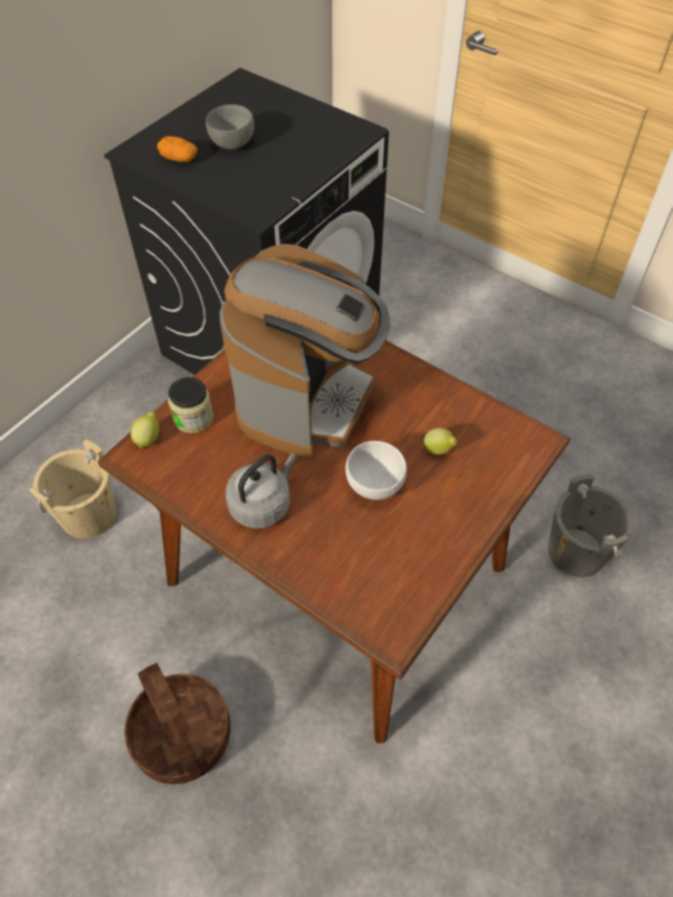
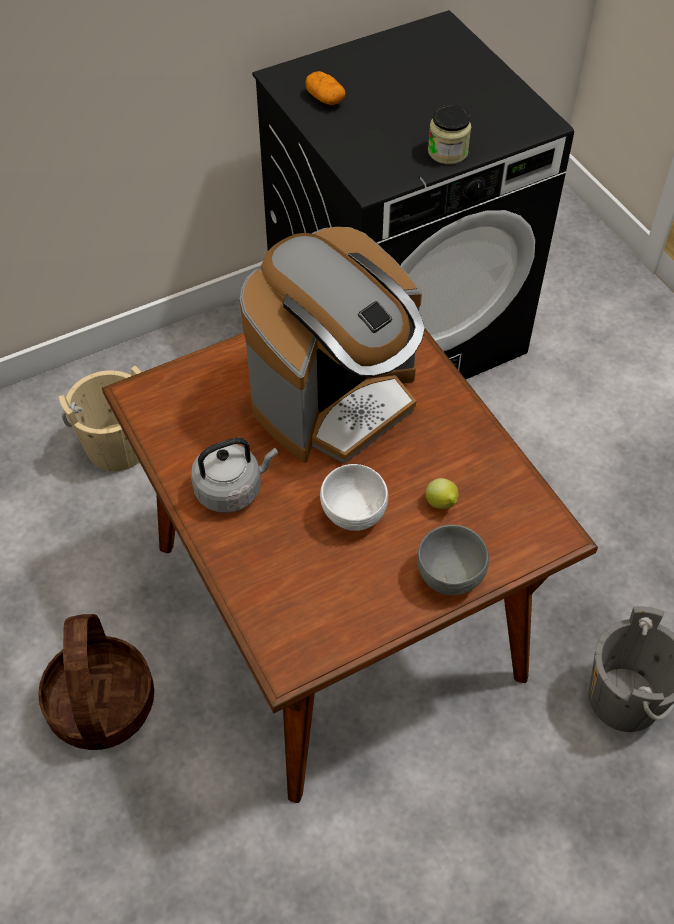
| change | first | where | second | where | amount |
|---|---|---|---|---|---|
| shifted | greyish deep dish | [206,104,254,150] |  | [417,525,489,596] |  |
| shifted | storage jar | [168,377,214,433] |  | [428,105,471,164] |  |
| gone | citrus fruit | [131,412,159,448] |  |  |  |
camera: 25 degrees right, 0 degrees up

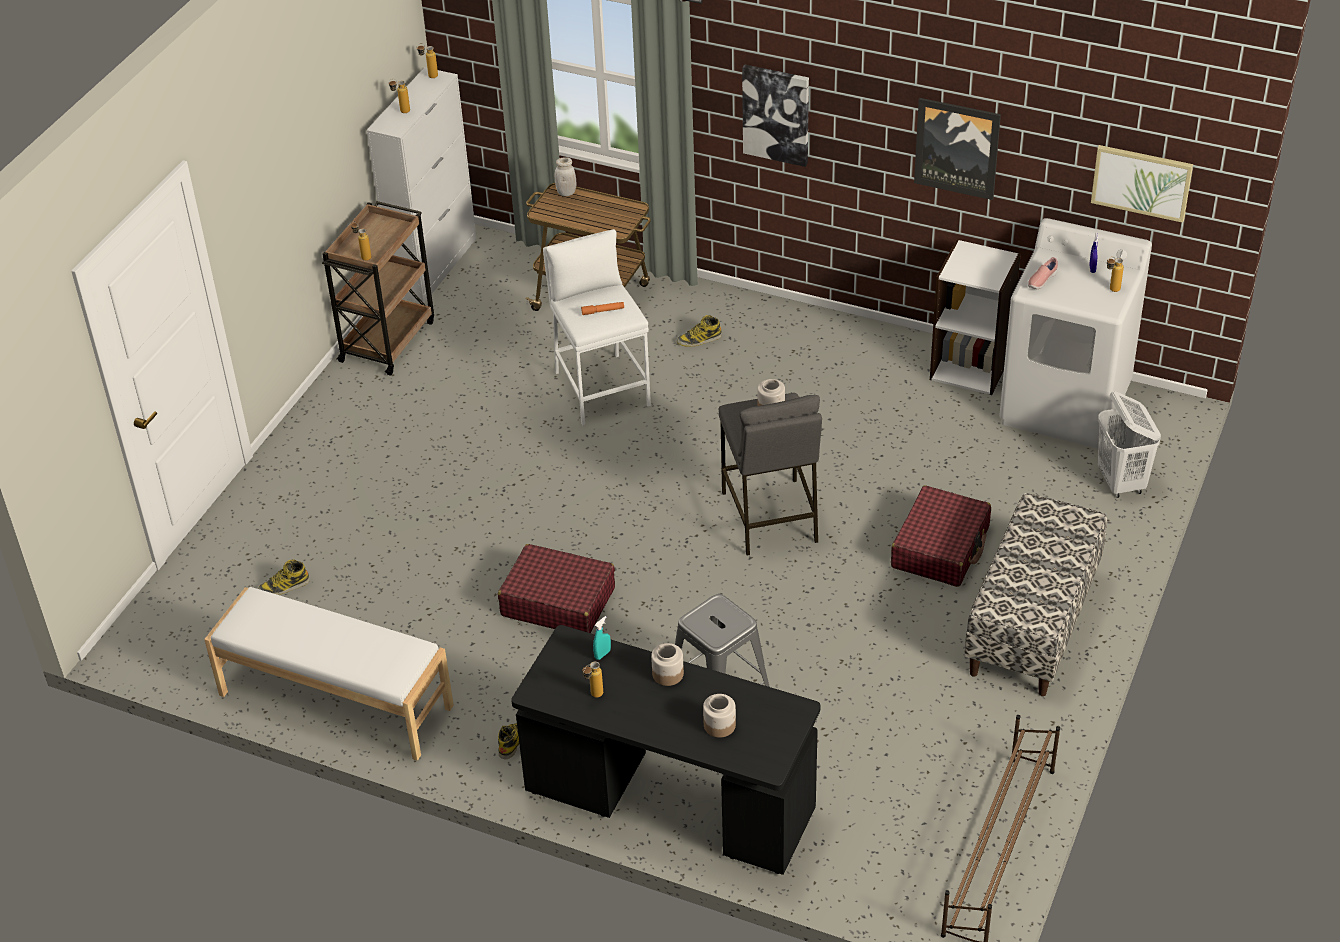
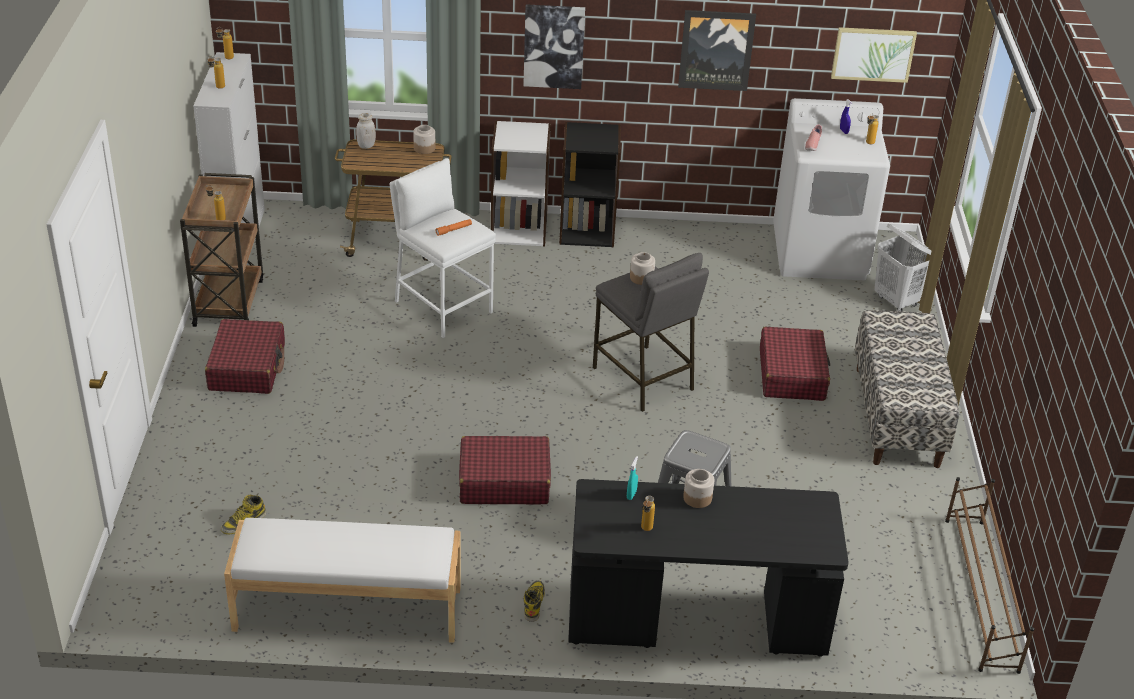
| change | first | where | second | where | amount |
|---|---|---|---|---|---|
| new |  |  | red suitcase | [205,319,285,394] |  |
| shifted | storage jar | [703,694,736,738] |  | [413,125,435,154] |  |
| shifted | white shelving unit | [930,239,1021,395] |  | [491,121,551,246] |  |
| new |  |  | black shelving unit | [559,122,621,247] |  |
| gone | tall boot | [677,315,722,347] |  |  |  |
camera: 25 degrees left, 5 degrees down

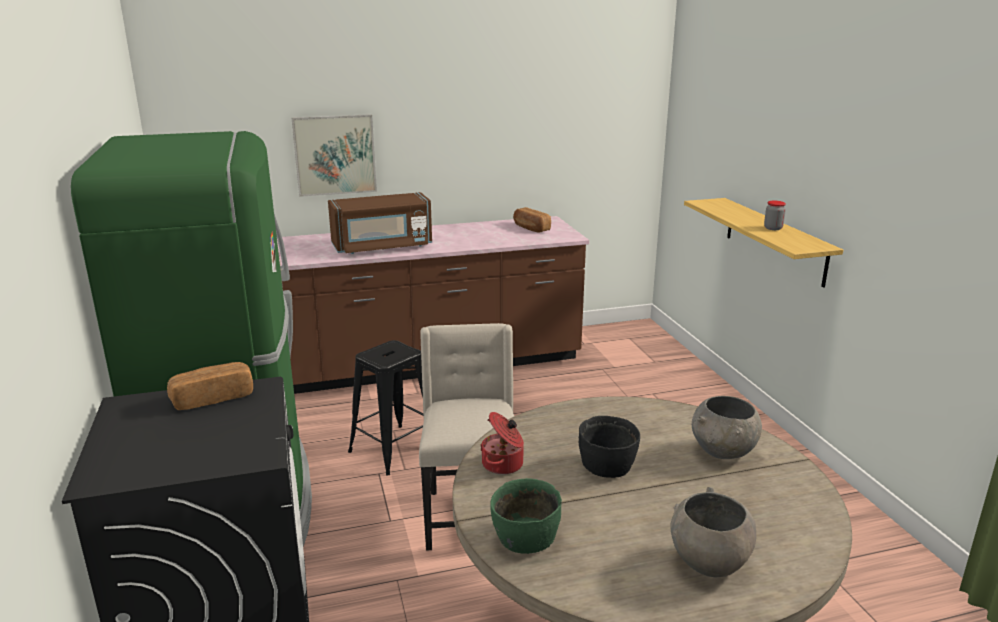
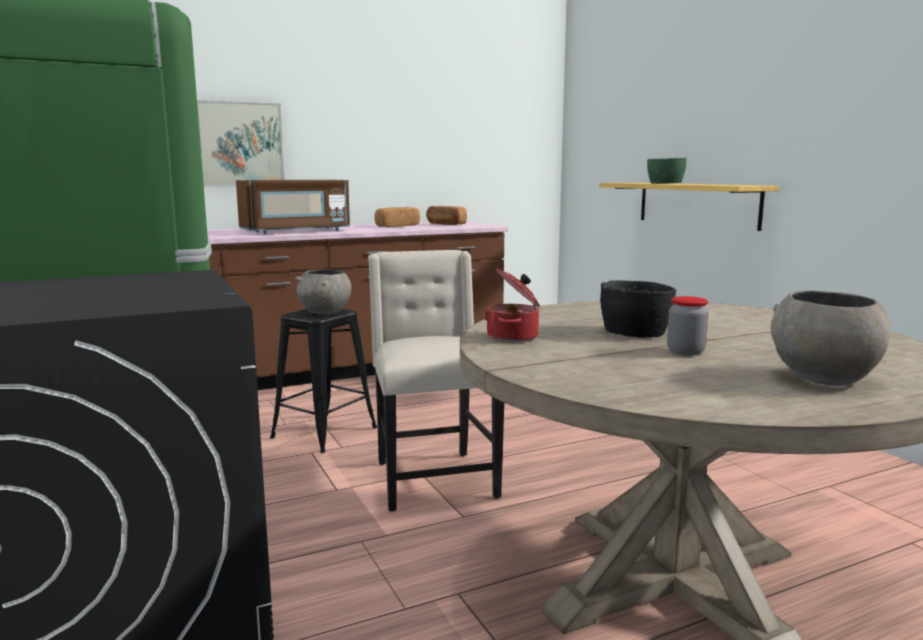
| change | first | where | second | where | amount |
|---|---|---|---|---|---|
| shifted | greyish deep dish | [692,396,762,459] |  | [295,270,351,314] |  |
| shifted | bread | [167,362,253,410] |  | [374,207,420,227] |  |
| shifted | greenish deep dish | [490,478,562,554] |  | [647,158,687,184] |  |
| shifted | storage jar | [764,201,786,230] |  | [667,296,709,356] |  |
camera: 10 degrees left, 10 degrees down

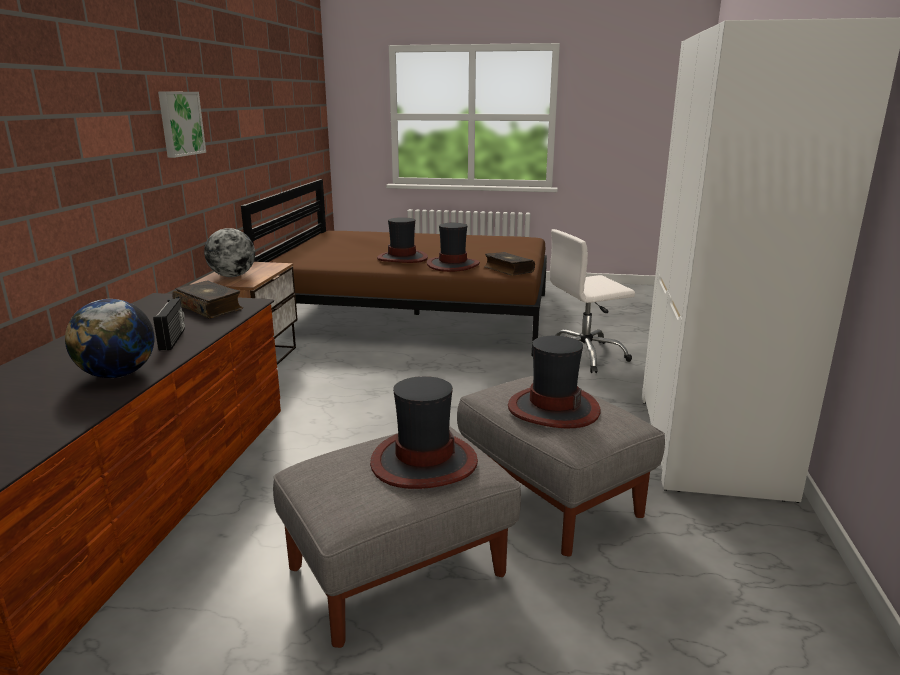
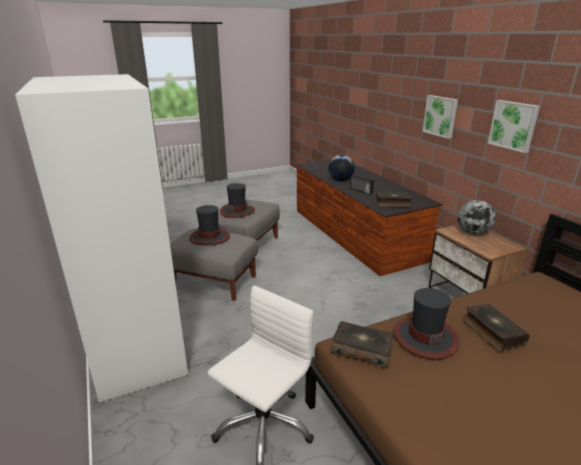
| change | first | where | second | where | amount |
|---|---|---|---|---|---|
| new |  |  | picture | [423,95,458,139] |  |
| swapped | hat | [377,217,428,263] | volume | [463,304,530,351] |  |
camera: 145 degrees right, 5 degrees up

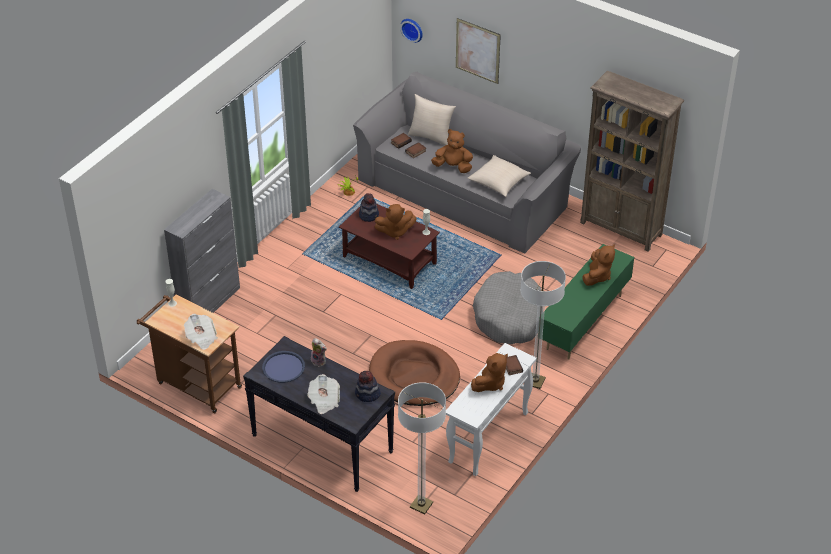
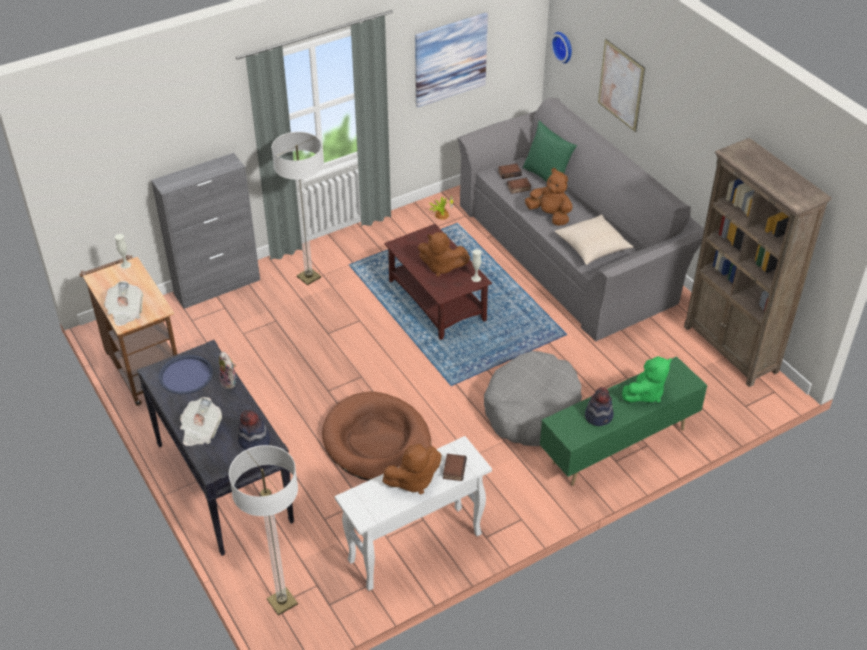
| change | first | where | second | where | amount |
|---|---|---|---|---|---|
| shifted | standard lamp | [520,261,566,389] |  | [272,132,323,285] |  |
| new |  |  | picture | [415,13,488,108] |  |
| repainted | beige pillow | [408,94,456,146] | greenish pillow | [523,120,577,182] |  |
| shifted | hat | [359,193,379,222] |  | [585,387,614,426] |  |
| repainted | brownish cuddly toy | [582,244,615,286] | greenish cuddly toy | [622,356,672,403] |  |
camera: 25 degrees right, 0 degrees up

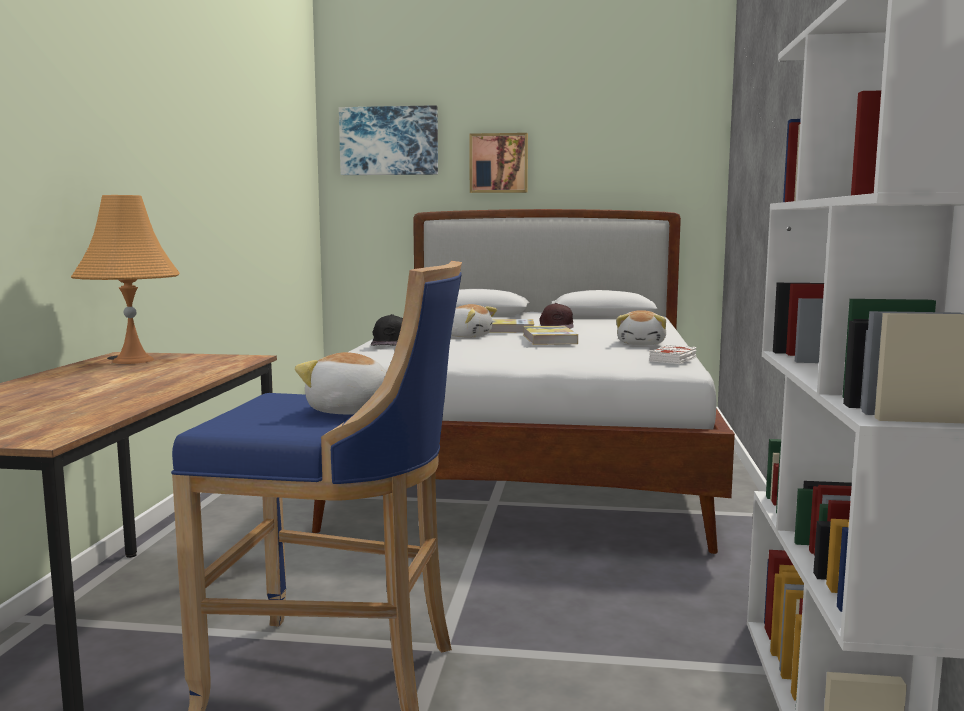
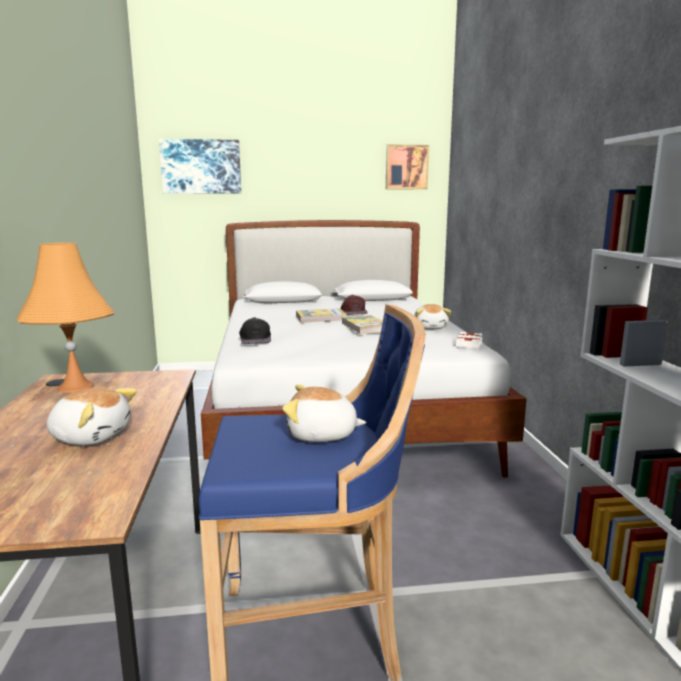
| change | first | where | second | where | amount |
|---|---|---|---|---|---|
| shifted | cuddly toy | [451,304,497,338] |  | [47,387,137,446] |  |
| shifted | picture | [470,133,528,193] |  | [386,144,429,189] |  |
camera: 15 degrees left, 5 degrees up

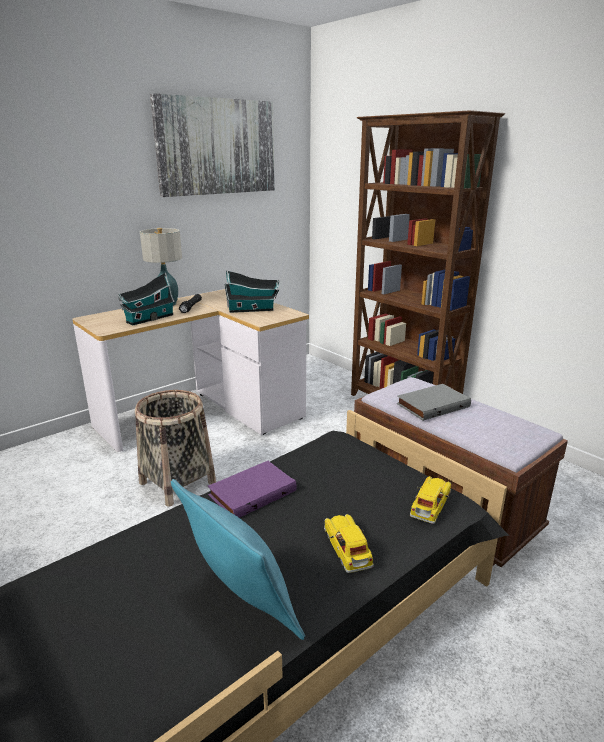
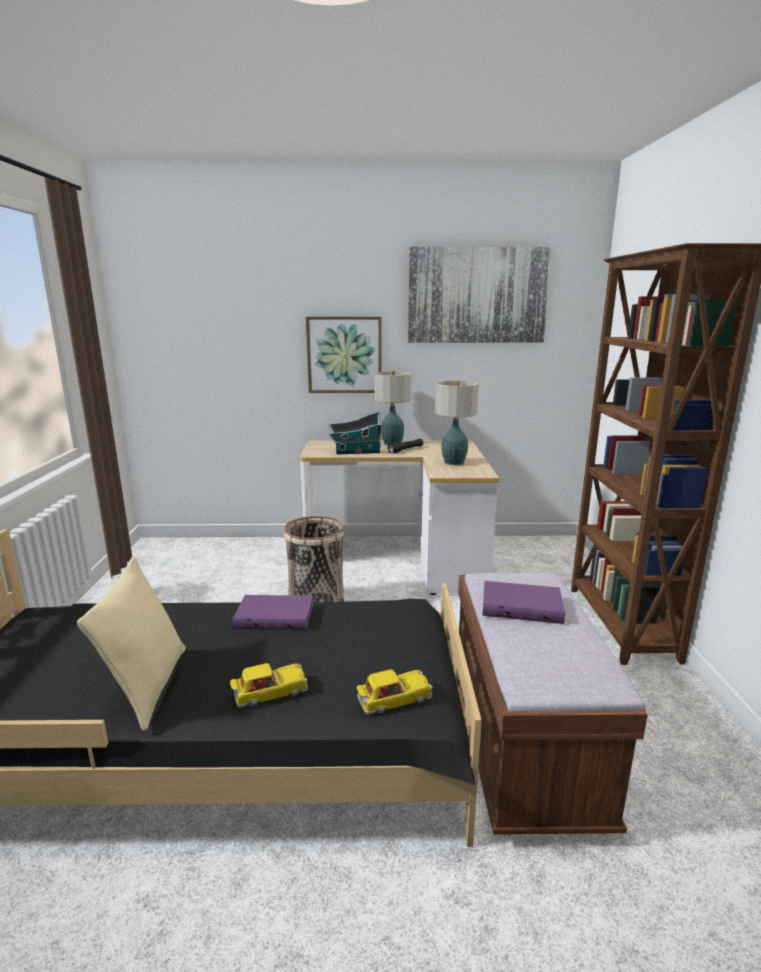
| change | first | where | second | where | amount |
|---|---|---|---|---|---|
| repainted | turquoise-coloured pillow | [171,479,305,640] | beige pillow | [77,556,186,731] |  |
| rotated | toy car | [324,514,373,573] |  | [230,663,308,707] | 45 degrees clockwise |
| new |  |  | picture | [306,317,381,393] |  |
| swapped | miniature house | [224,270,279,313] | tabletop lamp | [435,380,479,465] |  |
| repainted | greyish volume | [397,384,471,421] | purple-coloured volume | [483,581,565,624] |  |
camera: 40 degrees right, 5 degrees down

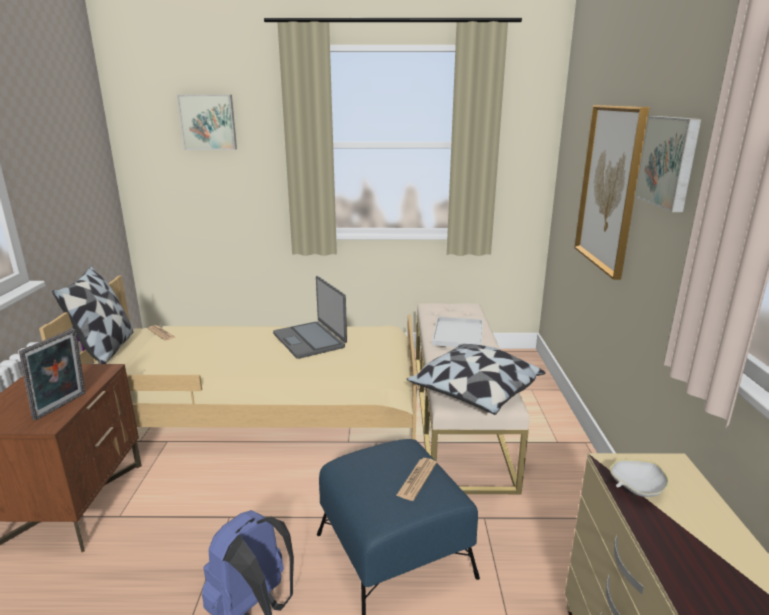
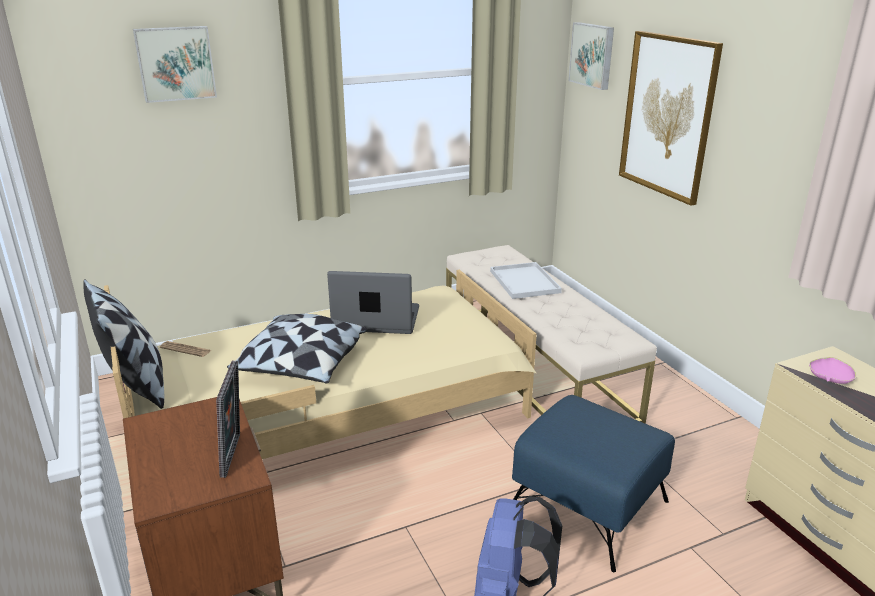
| change | first | where | second | where | amount |
|---|---|---|---|---|---|
| shifted | pillow | [407,344,545,415] |  | [227,314,368,383] |  |
| rotated | laptop | [273,276,347,359] |  | [327,271,419,334] | 150 degrees clockwise |
| shifted | picture | [635,116,701,212] |  | [569,22,614,90] |  |
| repainted | white deep dish | [610,459,669,497] | pink-coloured deep dish | [809,357,856,384] |  |
| gone | printed paper | [396,458,437,501] |  |  |  |
camera: 25 degrees left, 5 degrees up

